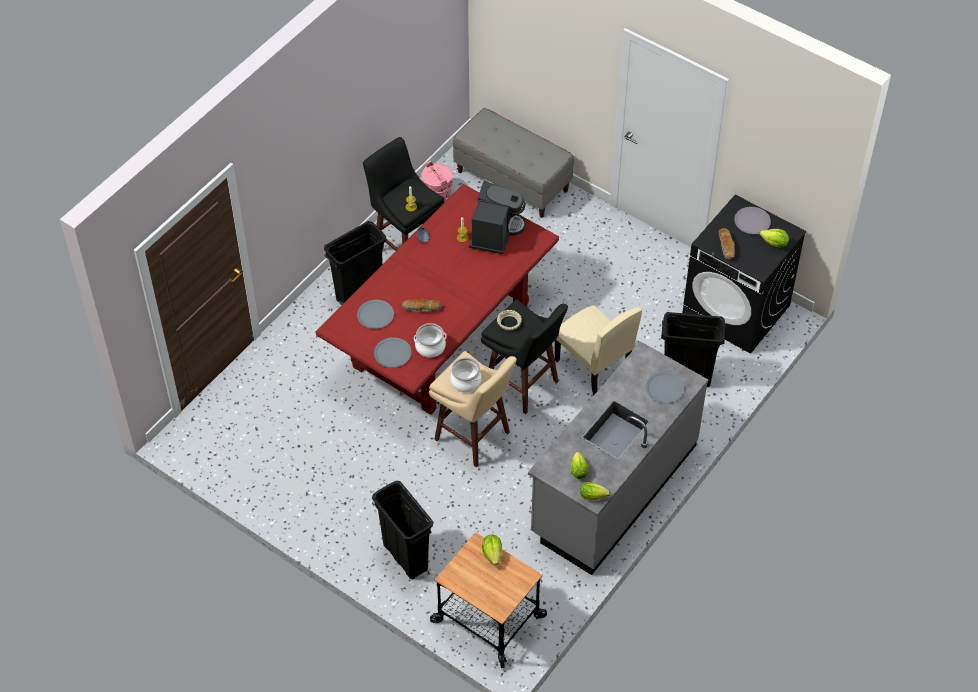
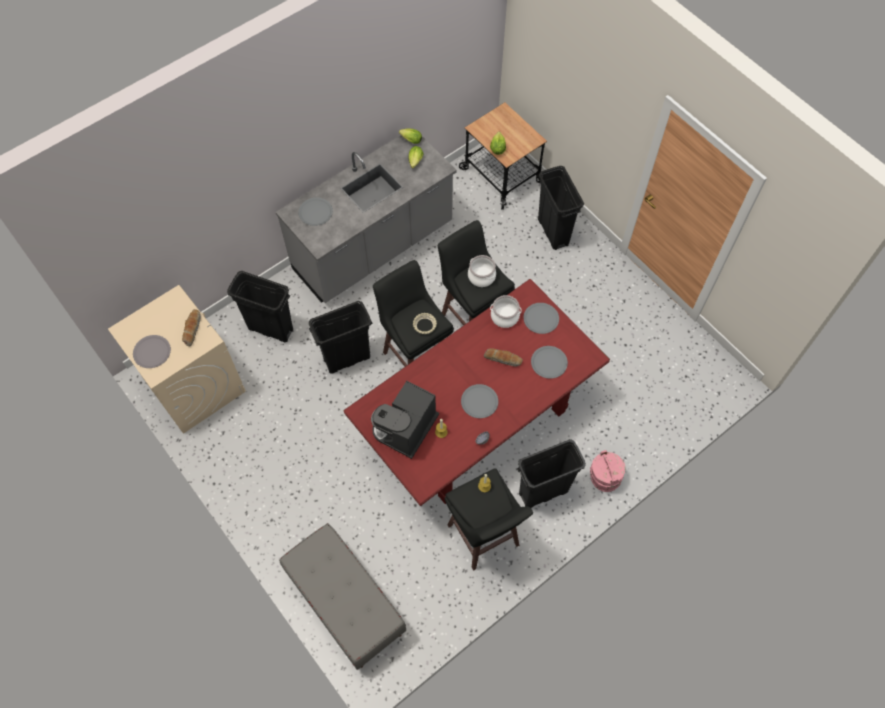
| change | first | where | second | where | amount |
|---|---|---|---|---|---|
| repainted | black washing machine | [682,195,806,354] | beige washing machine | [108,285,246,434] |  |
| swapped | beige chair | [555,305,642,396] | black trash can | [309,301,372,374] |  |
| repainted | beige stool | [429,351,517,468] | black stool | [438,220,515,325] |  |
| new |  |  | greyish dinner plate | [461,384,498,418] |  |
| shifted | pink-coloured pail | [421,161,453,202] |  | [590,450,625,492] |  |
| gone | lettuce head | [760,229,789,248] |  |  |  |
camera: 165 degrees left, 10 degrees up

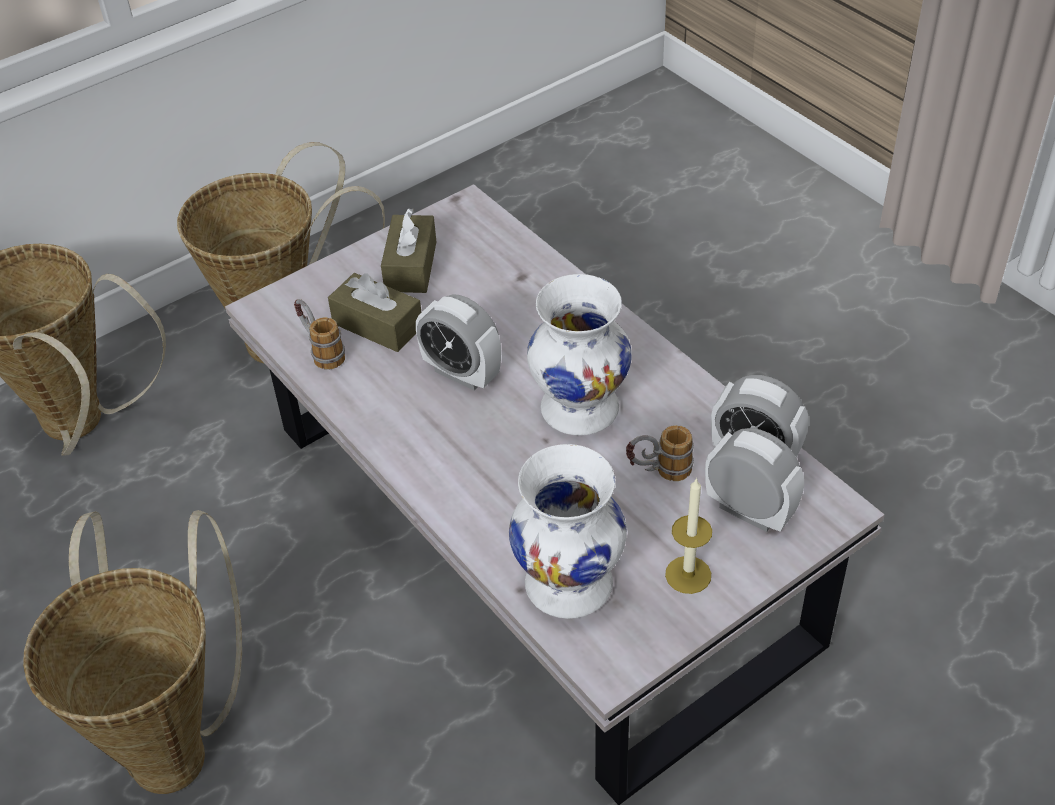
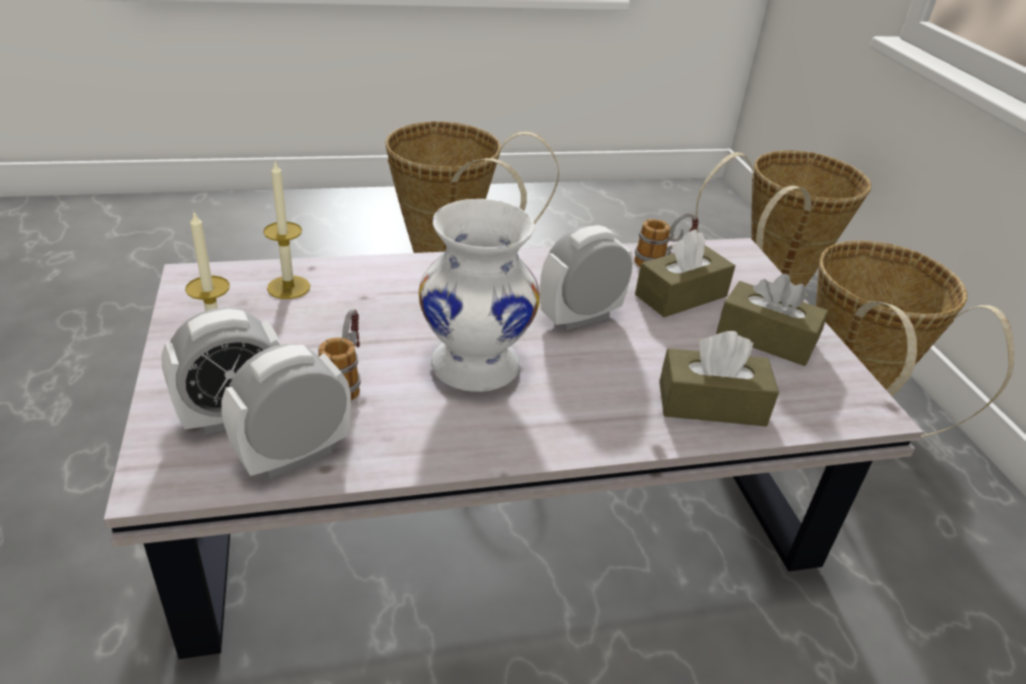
| change | first | where | second | where | amount |
|---|---|---|---|---|---|
| swapped | white flower vase | [509,444,627,619] | wax light | [263,162,310,299] |  |
| new |  |  | brownish tissue holder | [659,331,779,426] |  |
camera: 110 degrees right, 10 degrees down

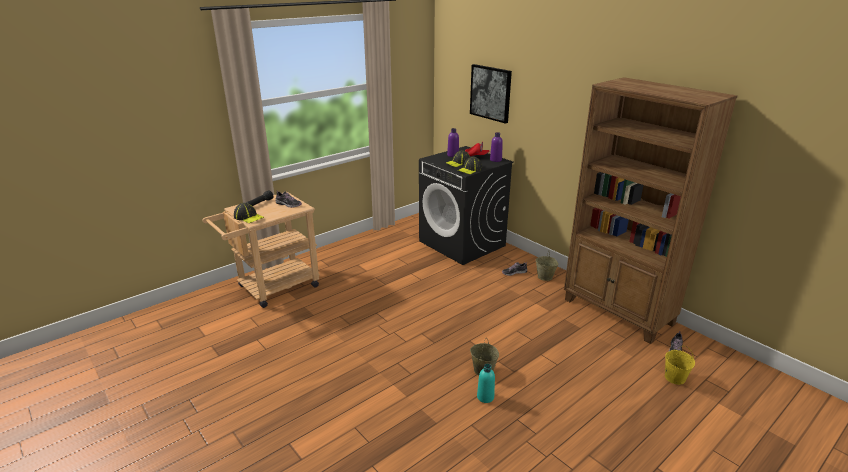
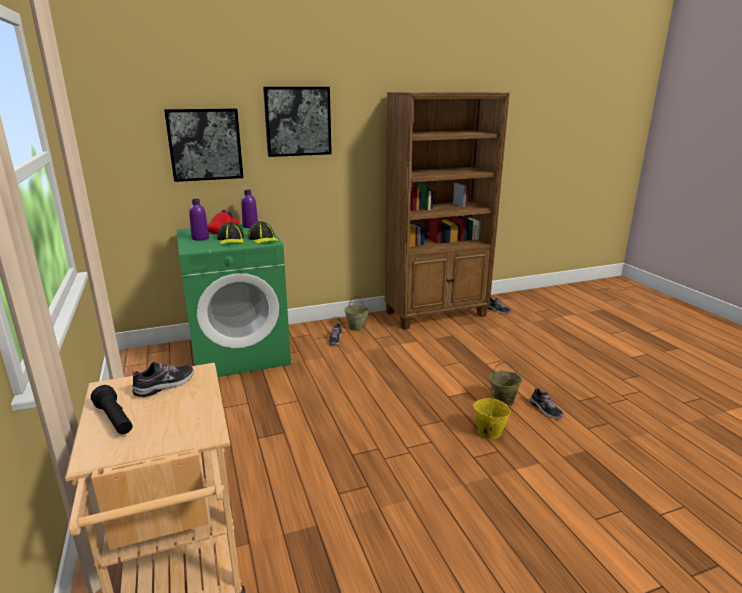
| change | first | where | second | where | amount |
|---|---|---|---|---|---|
| repainted | black washing machine | [419,146,514,265] | greenish washing machine | [177,222,291,377] |  |
| new |  |  | picture | [263,87,332,157] |  |
| shifted | yellowish pail | [665,345,695,385] |  | [473,390,511,439] |  |
| swapped | turquoise-coloured drink bottle | [477,364,495,403] | item of footwear | [530,386,564,418] |  |
| gone | baseball cap | [234,203,264,223] |  |  |  |
camera: 70 degrees left, 5 degrees down

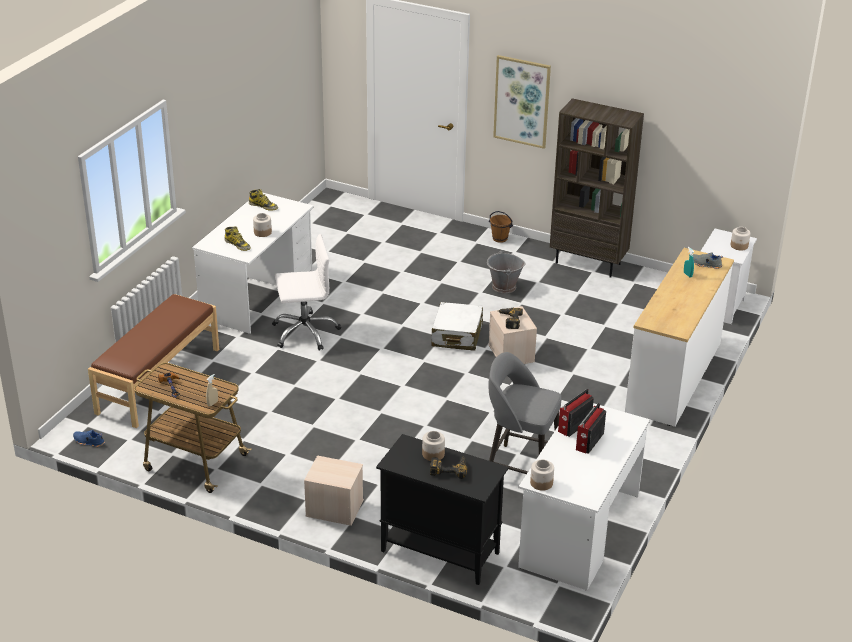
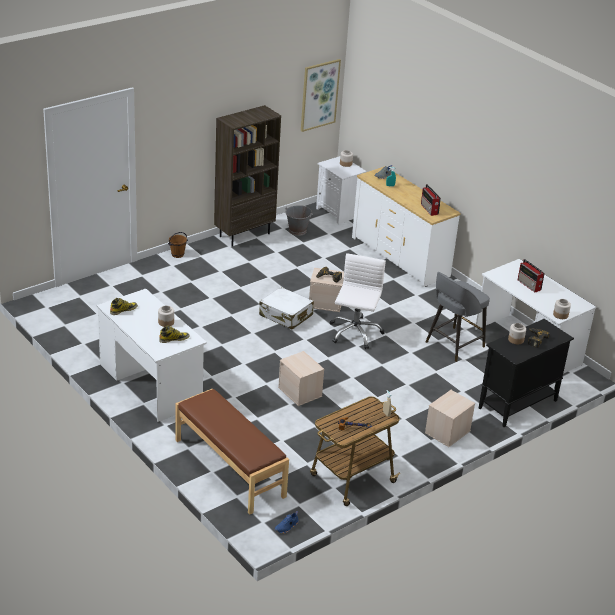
| change | first | where | second | where | amount |
|---|---|---|---|---|---|
| new |  |  | beige storage box | [278,351,324,406] |  |
| shifted | greyish pail | [487,250,526,294] |  | [285,205,313,236] |  |
| shifted | picture | [493,55,551,149] |  | [301,59,341,132] |  |
| shifted | white computer chair | [272,234,341,350] |  | [330,253,386,349] |  |
| shifted | radio receiver | [558,389,594,437] |  | [421,184,441,216] |  |
camera: 65 degrees left, 0 degrees up

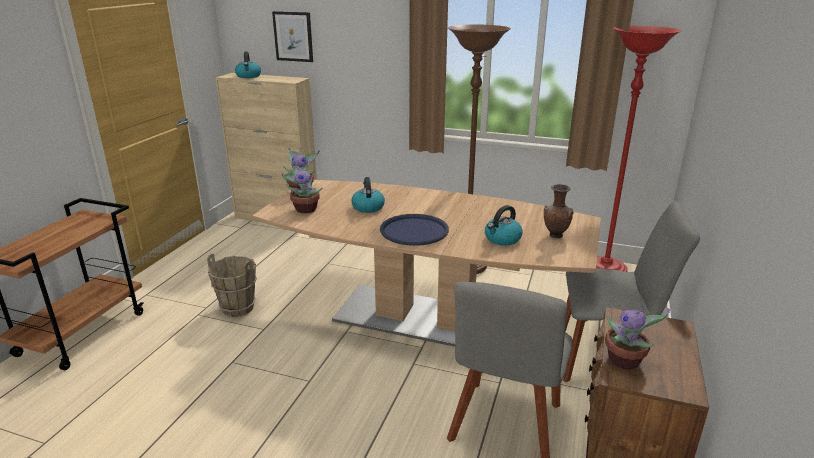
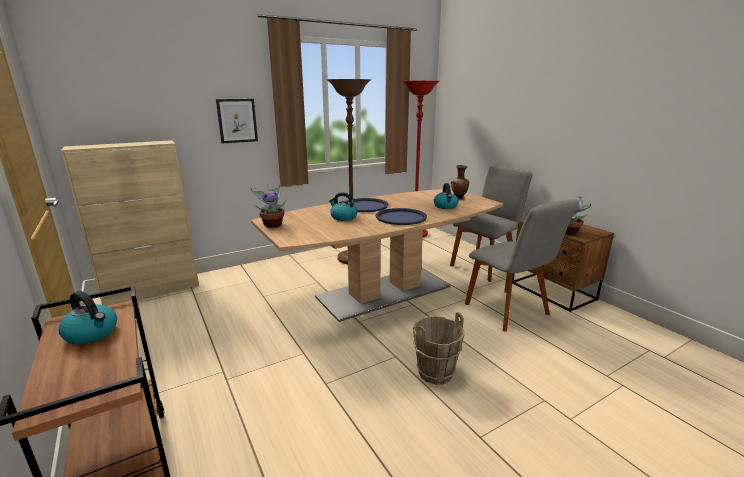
| change | first | where | second | where | amount |
|---|---|---|---|---|---|
| shifted | tea kettle | [235,52,261,78] |  | [58,291,117,344] |  |
| shifted | picture | [272,11,313,62] |  | [216,99,258,143] |  |
| new |  |  | bluish serving tray | [345,198,388,212] |  |
| shifted | brownish pail | [207,254,257,317] |  | [413,313,465,385] |  |
| gone | plant in a pot | [282,161,323,213] |  |  |  |
camera: 50 degrees left, 5 degrees down

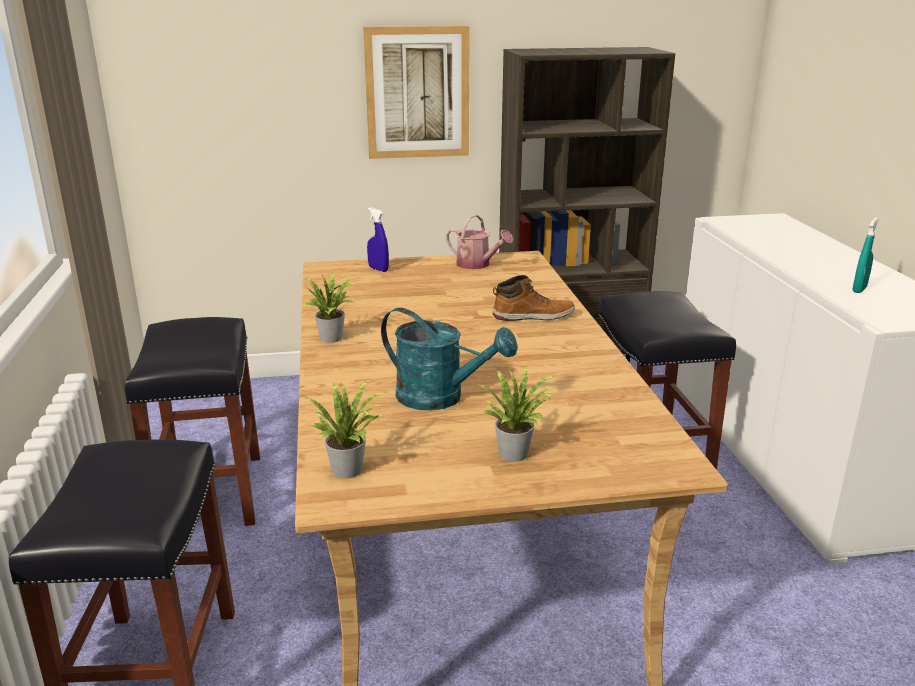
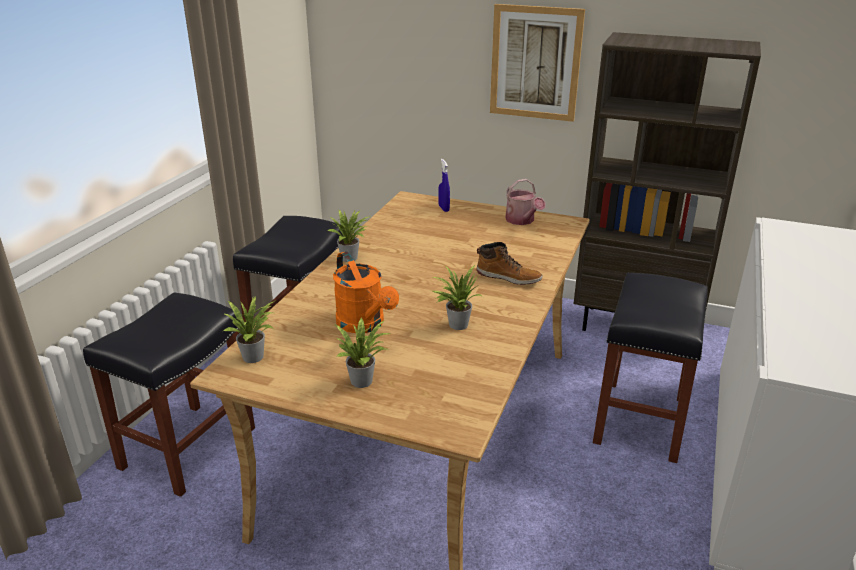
| change | first | where | second | where | amount |
|---|---|---|---|---|---|
| repainted | turquoise-coloured watering pot | [381,308,518,411] | orange-coloured watering pot | [333,251,399,333] |  |
| new |  |  | plant in a pot | [432,265,483,330] |  |
| gone | turquoise-coloured sprayer | [852,217,879,293] |  |  |  |
camera: 30 degrees right, 5 degrees up

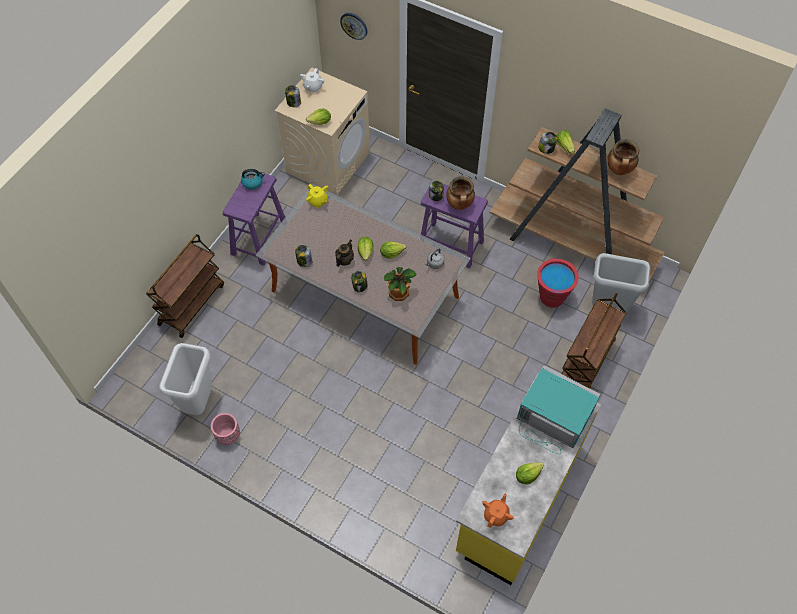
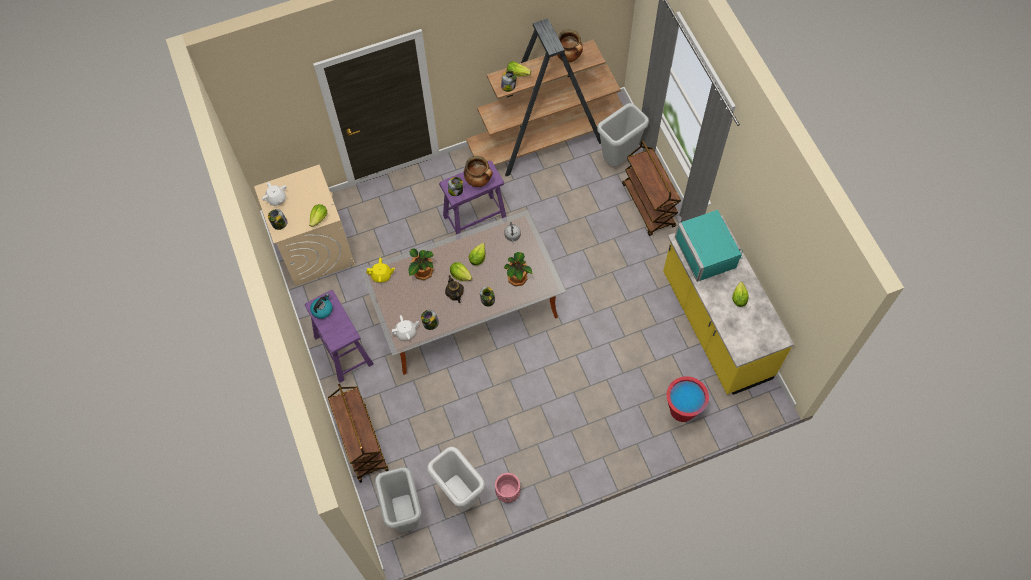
| change | first | where | second | where | amount |
|---|---|---|---|---|---|
| new |  |  | greyish trash can | [375,467,421,532] |  |
| new |  |  | white pot for tea | [391,315,419,340] |  |
| new |  |  | plant in a pot | [409,248,434,280] |  |
| shifted | red pail | [537,259,579,308] |  | [667,376,709,422] |  |
| rotated | turquoise-coloured microwave oven | [517,365,601,454] |  | [675,210,743,282] | 90 degrees counterclockwise |
| gone | wall clock | [340,13,367,40] |  |  |  |
| gone | orange-coloured pot for tea | [482,494,514,528] |  |  |  |
camera: 50 degrees left, 5 degrees up

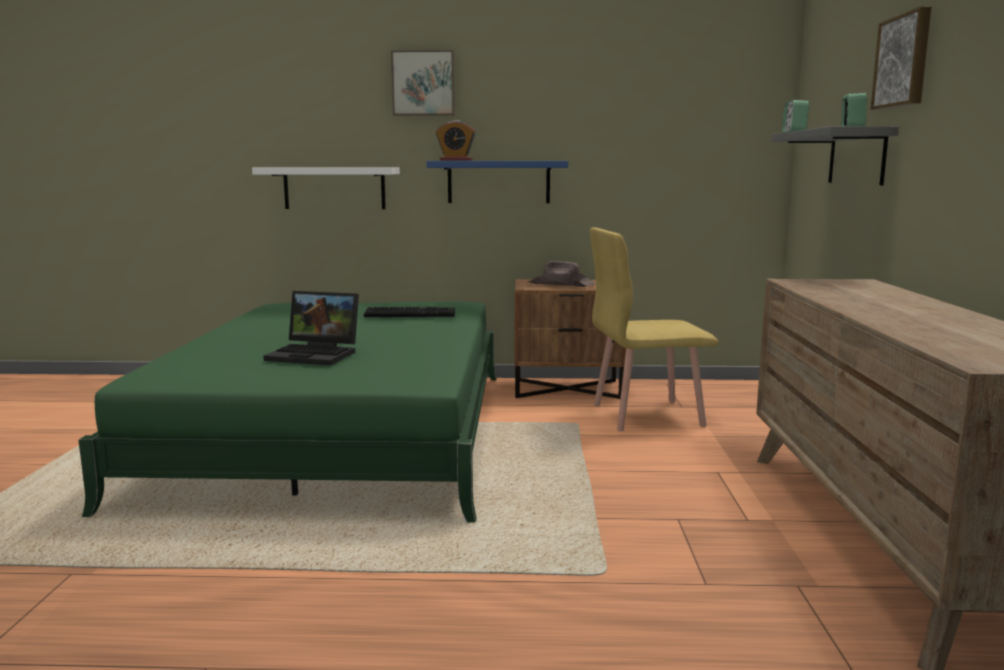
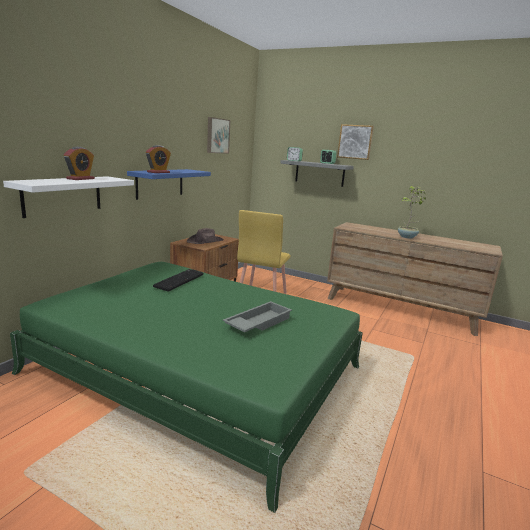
| change | first | where | second | where | amount |
|---|---|---|---|---|---|
| new |  |  | alarm clock | [64,147,95,180] |  |
| shifted | picture | [391,50,455,115] |  | [207,117,230,154] |  |
| swapped | laptop | [263,291,359,365] | greyish serving tray | [223,301,292,332] |  |
| new |  |  | plant in a pot | [398,186,426,239] |  |
camera: 65 degrees left, 5 degrees up

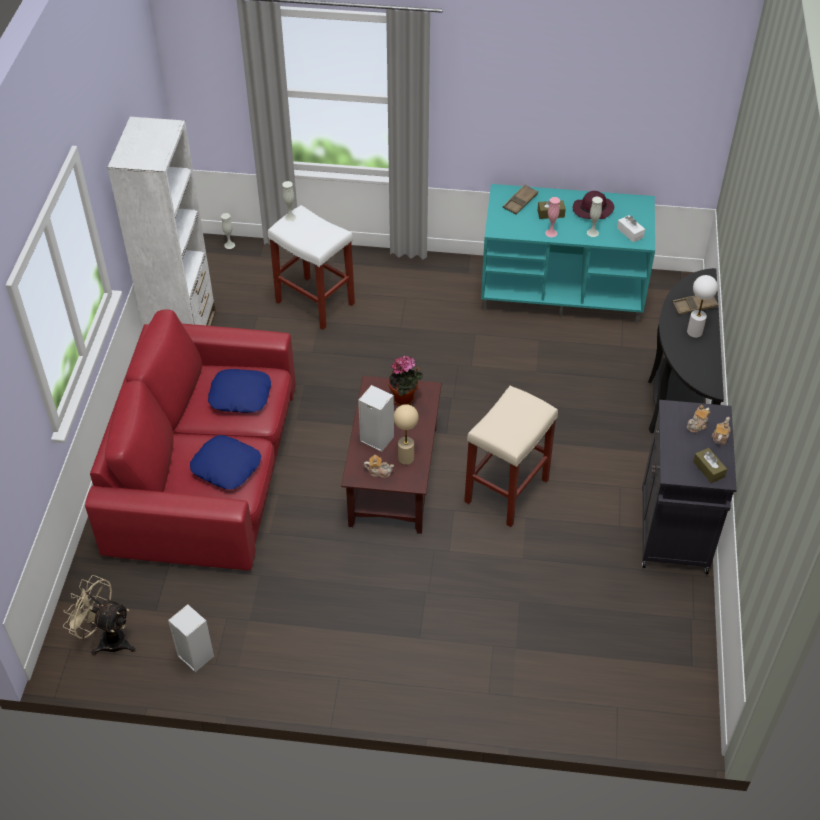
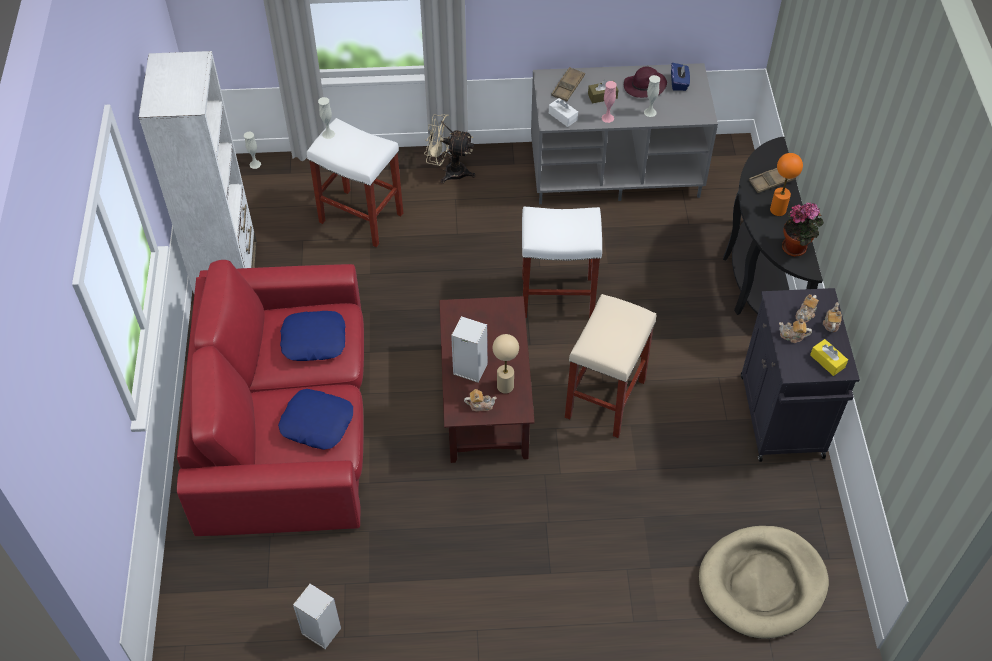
| change | first | where | second | where | amount |
|---|---|---|---|---|---|
| shifted | beige cooling fan | [63,575,135,655] |  | [424,114,476,184] |  |
| new |  |  | white stool | [522,207,602,318] |  |
| repainted | turquoise-coloured media console | [481,184,655,324] | greyish media console | [531,63,718,204] |  |
| shifted | white tissue holder | [617,215,645,242] |  | [549,98,578,127] |  |
| new |  |  | bluish tissue holder | [671,63,690,91] |  |
| new |  |  | beige dog bed | [699,526,829,639] |  |
| repainted | white tabletop lamp | [687,275,718,338] | orange-coloured tabletop lamp | [770,153,803,216] |  |
| new |  |  | pot for tea | [779,319,812,343] |  |
| shifted | plant in a pot | [388,356,423,406] |  | [782,203,824,257] |  |
| repainted | brownish tissue holder | [693,448,727,483] | yellowish tissue holder | [810,339,848,376] |  |
camera: 10 degrees left, 5 degrees up

